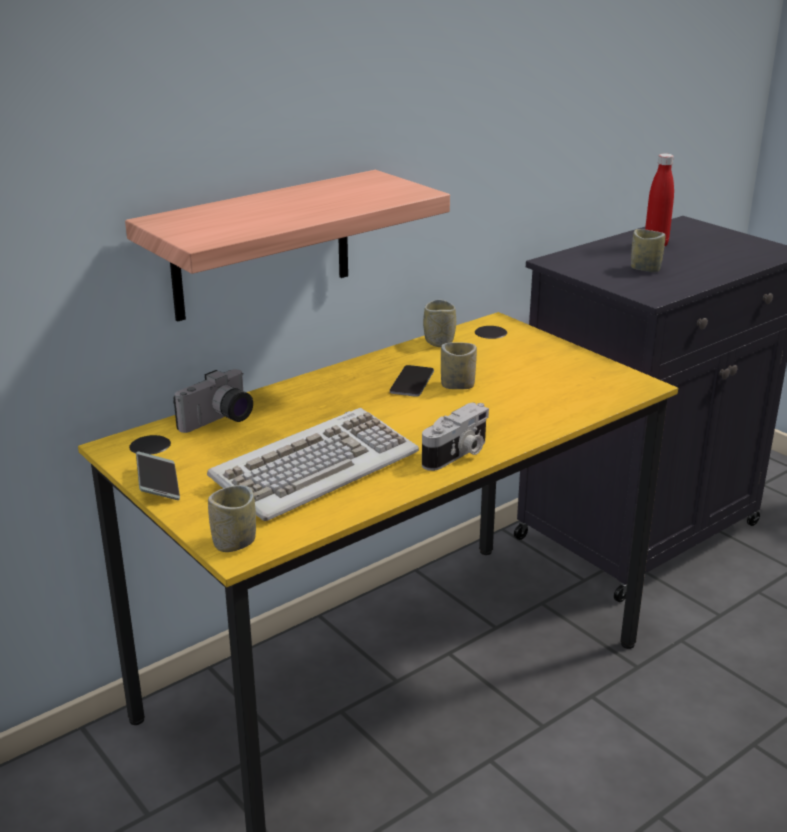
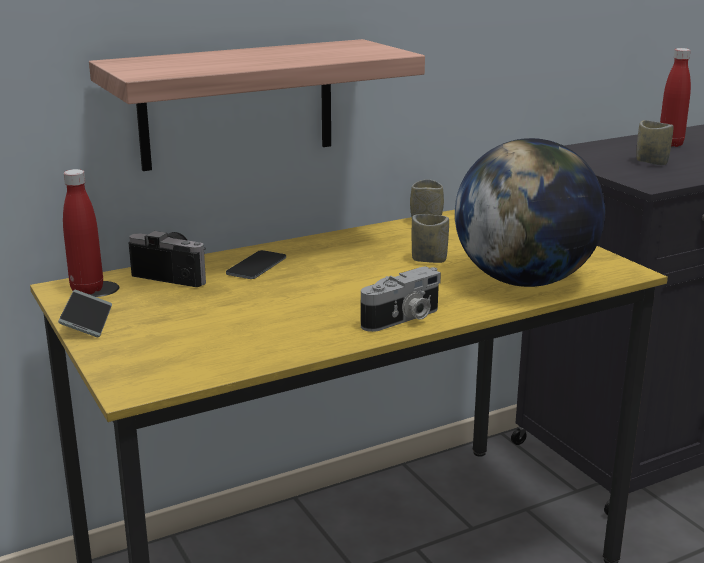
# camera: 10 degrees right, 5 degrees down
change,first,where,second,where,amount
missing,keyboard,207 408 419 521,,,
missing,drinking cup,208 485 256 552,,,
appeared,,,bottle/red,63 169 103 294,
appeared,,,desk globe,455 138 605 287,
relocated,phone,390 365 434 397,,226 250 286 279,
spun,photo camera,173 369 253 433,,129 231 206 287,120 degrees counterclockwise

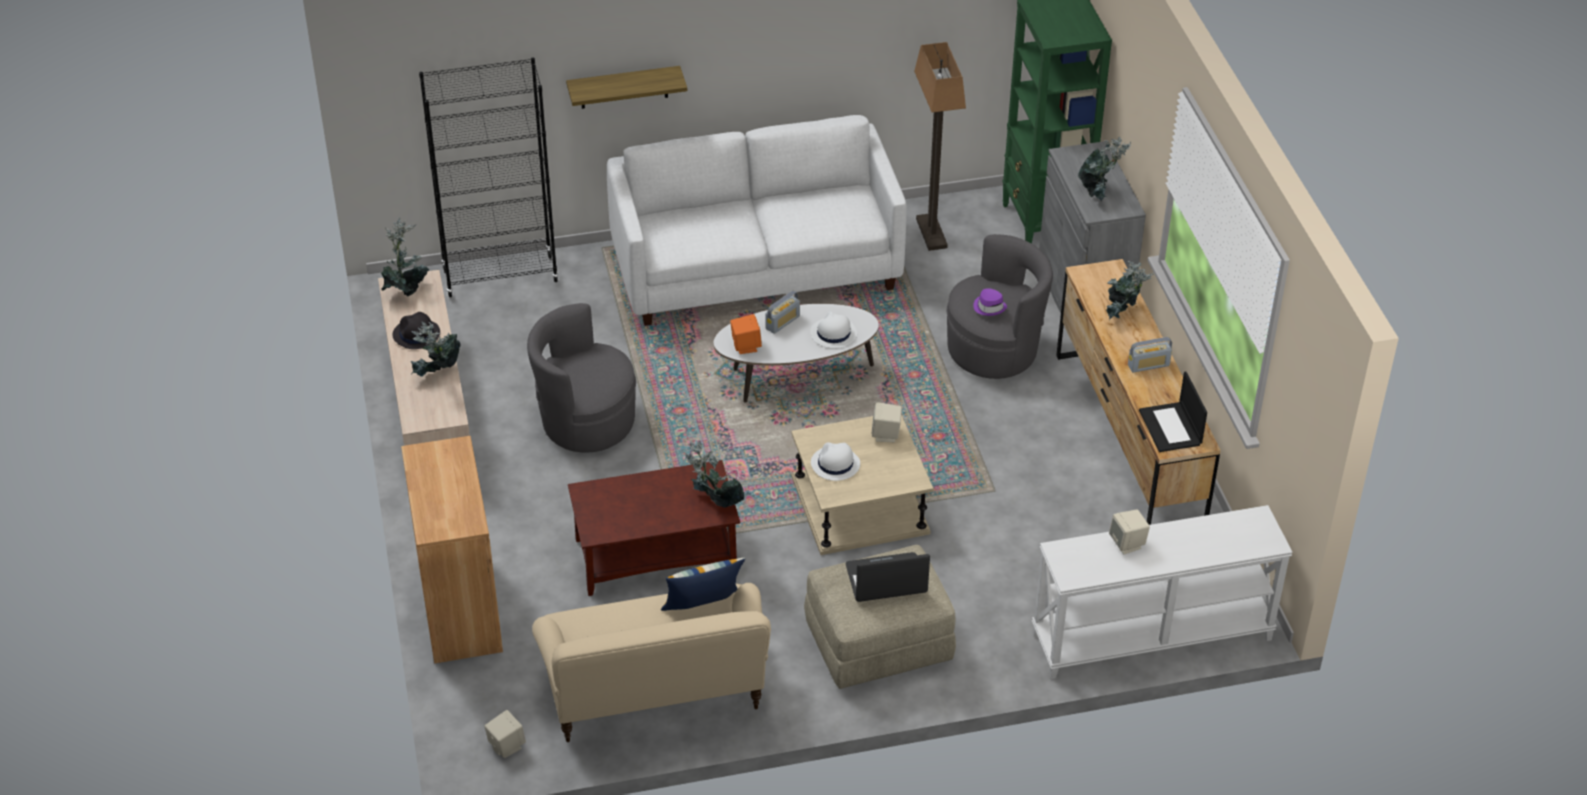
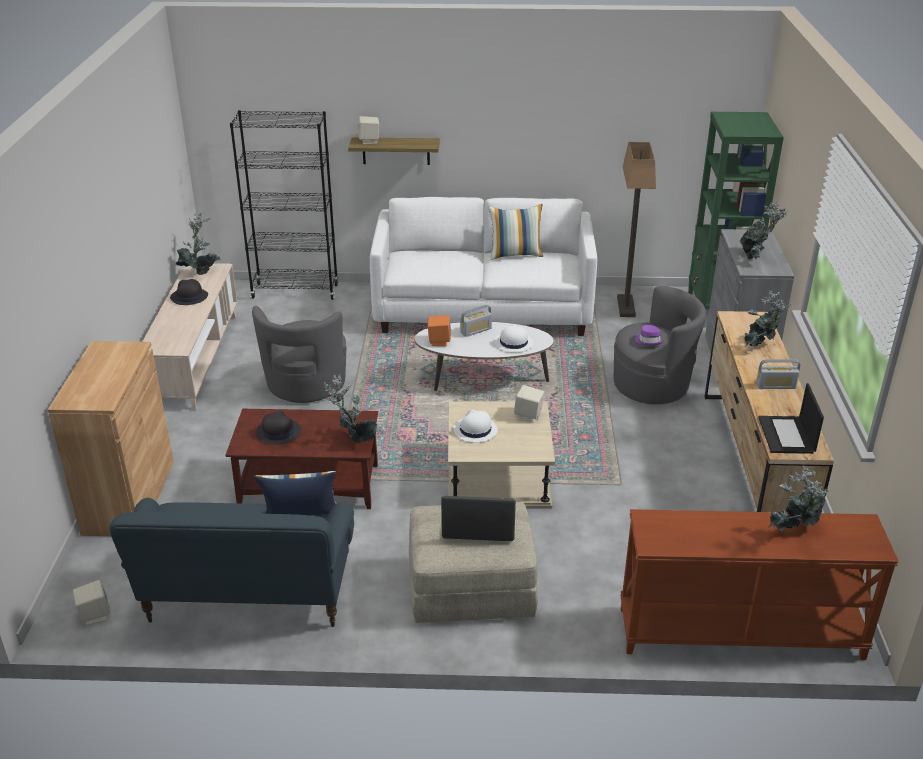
# camera: 15 degrees right, 10 degrees down
change,first,where,second,where,amount
appeared,,,wearable hat/black,256 410 301 445,
appeared,,,throw pillow,489 204 543 260,
relocated,potted plant,410 321 461 377,,769 465 829 531,
relocated,loudspeaker/beige-coloured,1109 509 1150 554,,358 116 379 144,
colour,couch/beige-coloured,532 583 771 742,couch/blue-coloured,109 498 354 627,
colour,console table/white,1032 505 1293 679,console table/brownish,620 509 899 660,
spun,lounge chair/gray,527 303 636 453,,252 306 347 403,105 degrees counterclockwise

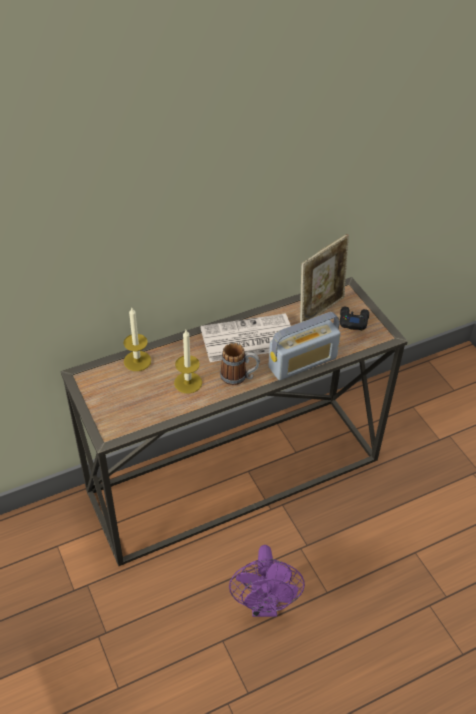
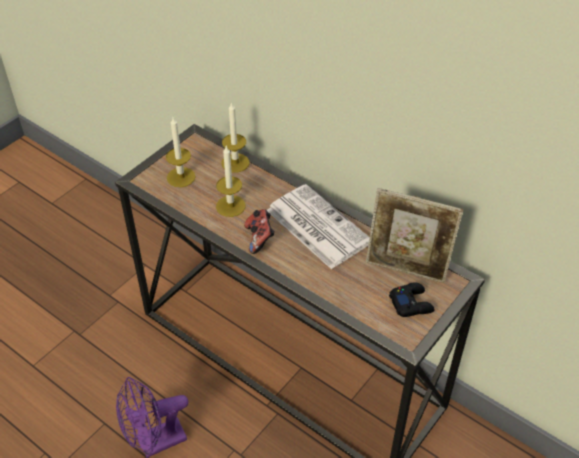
# camera: 65 degrees right, 0 degrees up
change,first,where,second,where,amount
missing,radio receiver,268 312 341 380,,,
appeared,,,wax candle,166 117 196 187,
exchanged,tea mug,220 343 260 385,gamepad,244 209 275 254,

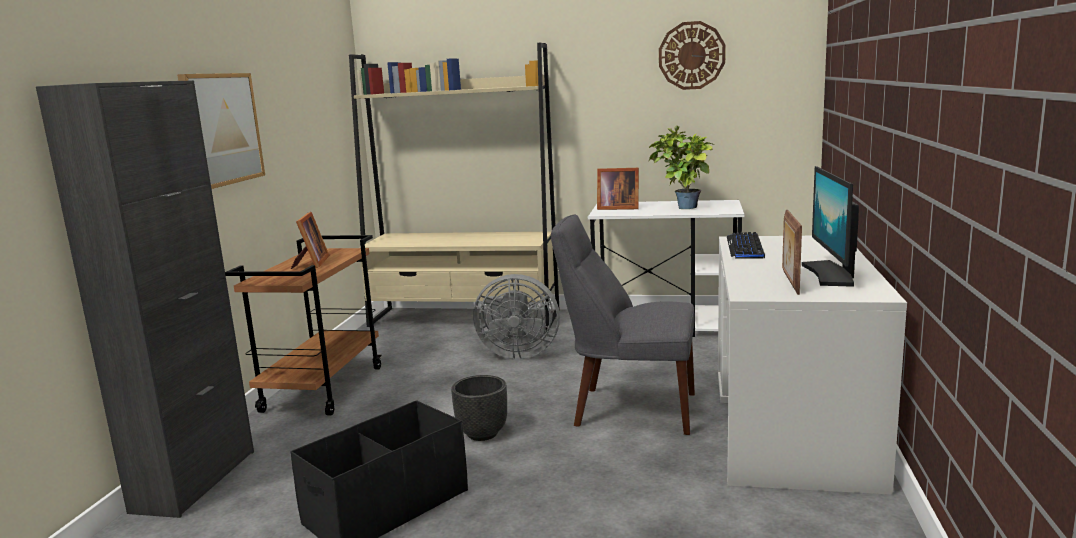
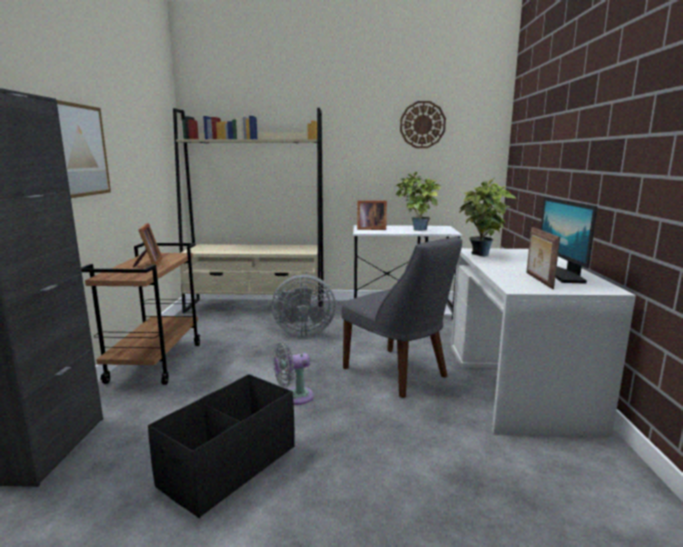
# camera: 10 degrees left, 0 degrees up
change,first,where,second,where,amount
exchanged,flower pot/black,451 375 507 441,cooling fan/gray,273 342 314 405,
exchanged,keyboard,727 232 765 258,potted plant,459 178 516 256,
spun,upright chair/gray,551 214 695 435,,342 237 462 398,135 degrees counterclockwise

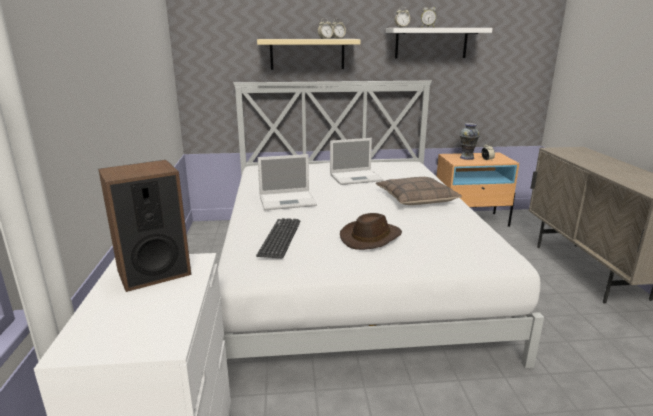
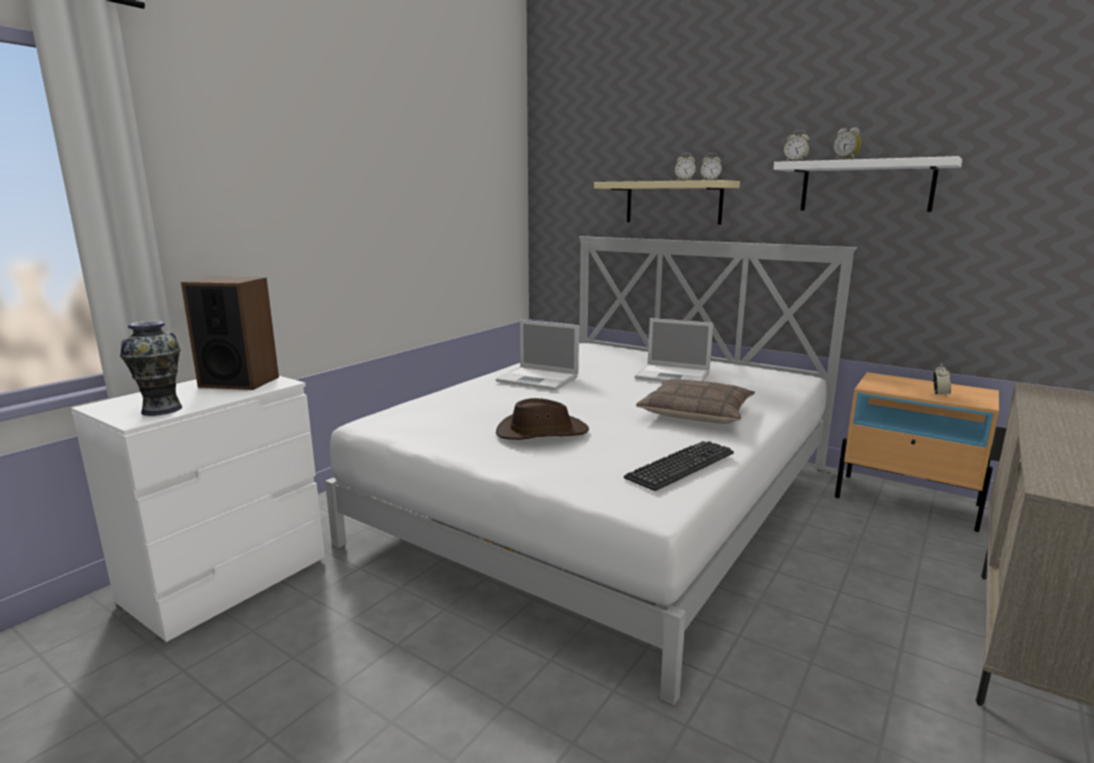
# camera: 40 degrees right, 5 degrees down
change,first,where,second,where,amount
relocated,keyboard,256 218 301 258,,624 441 734 491,
relocated,flower vase,460 123 480 160,,120 321 182 416,

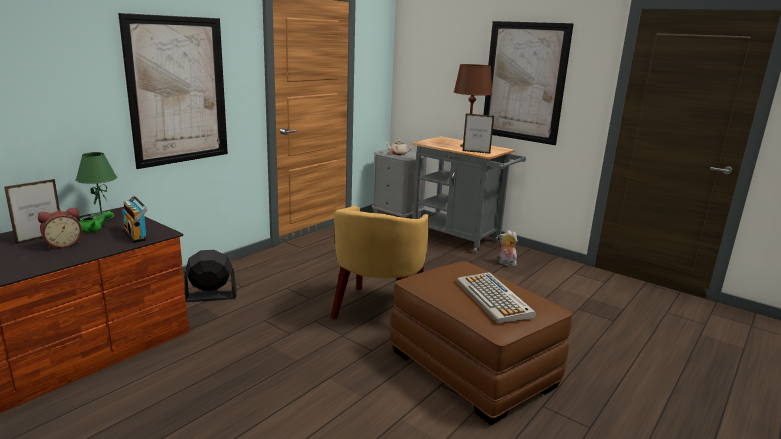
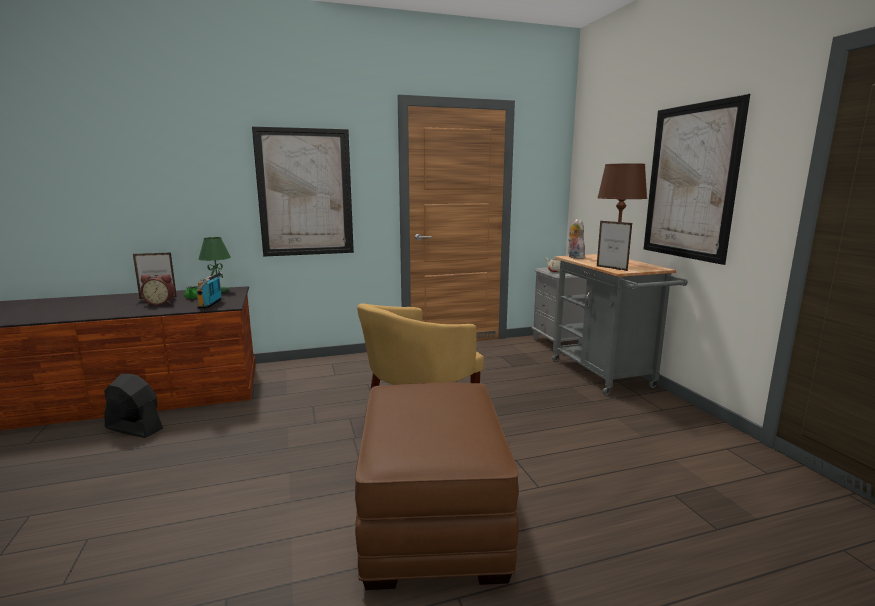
# camera: 35 degrees right, 5 degrees down
change,first,where,second,where,amount
missing,keyboard,457 272 536 323,,,
relocated,cooling fan/black,184 250 237 302,,104 373 163 438,
relocated,soft toy,499 230 519 267,,568 219 585 259,

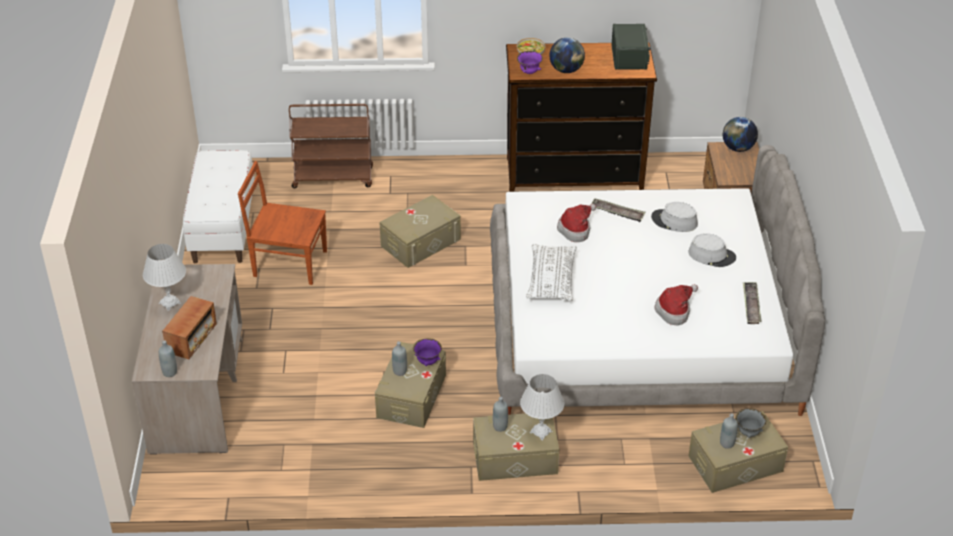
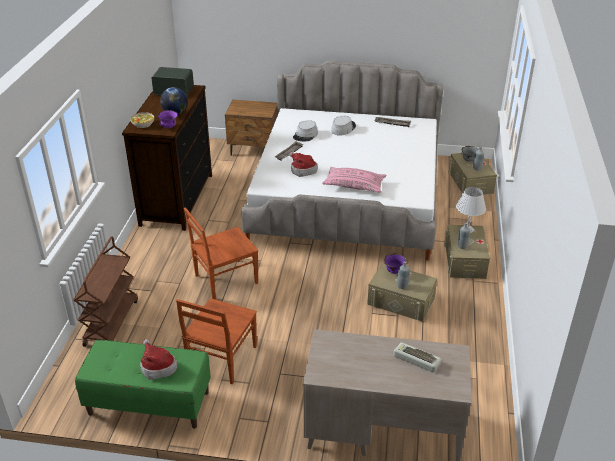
# camera: 80 degrees left, 5 degrees down
change,first,where,second,where,amount
missing,table lamp/white,143 244 186 311,,,
missing,bottle/gray,159 340 177 377,,,
missing,desk globe,723 117 758 152,,,
relocated,wearable hat,654 284 698 325,,140 339 177 380,
exchanged,radio receiver,162 296 217 359,keyboard,394 342 441 372,
exchanged,storage bin/beige-coloured,379 195 461 268,upright chair/brownish,184 207 258 299,
colour,long seat/white,183 150 254 263,long seat/green-coloured,75 340 211 429,
colour,throw pillow/white,526 244 577 301,throw pillow/pinkish,322 167 386 193,

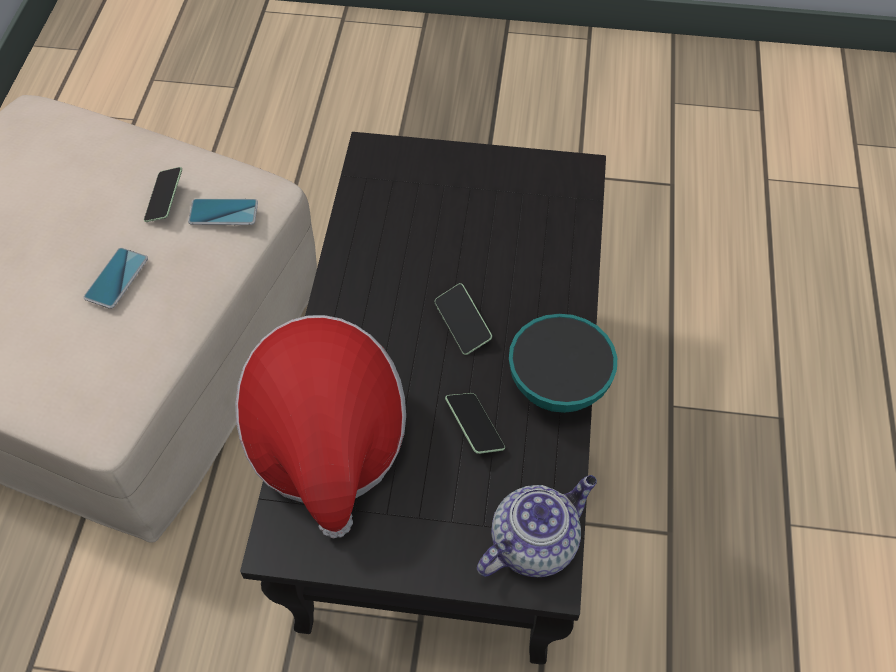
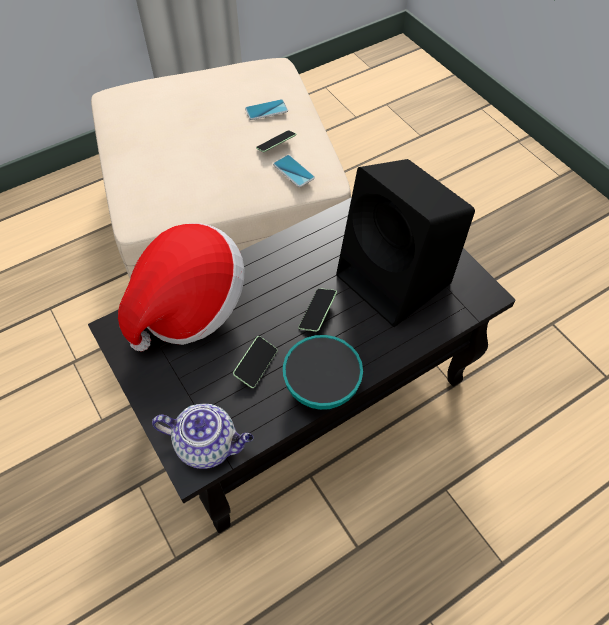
# camera: 50 degrees right, 0 degrees up
change,first,where,second,where,amount
appeared,,,loudspeaker/black,336 159 475 327,
relocated,phone,83 248 148 309,,245 99 288 120,

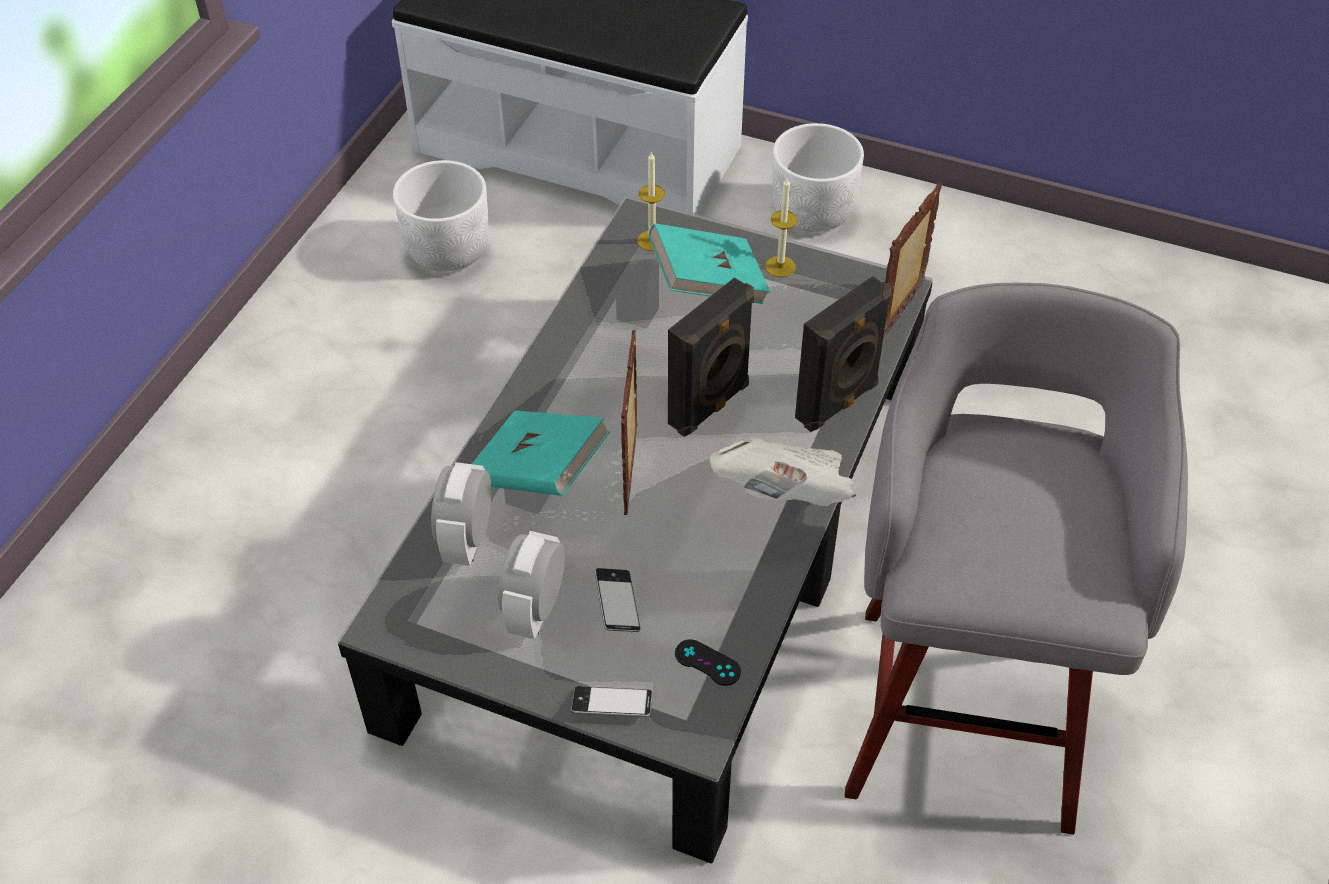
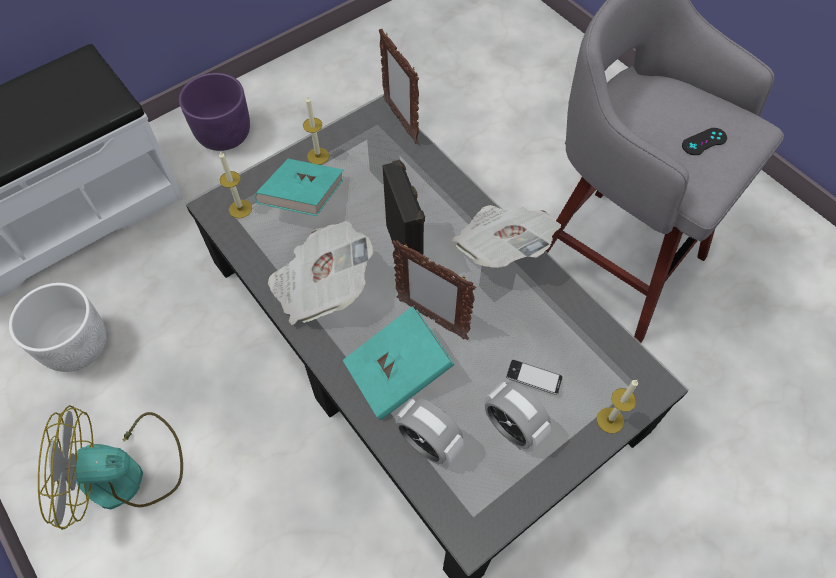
# camera: 60 degrees left, 10 degrees up
change,first,where,second,where,amount
missing,loudspeaker/black,795 276 892 432,,,
appeared,,,cooling fan,38 405 183 530,
appeared,,,daily paper,268 221 374 325,
relocated,gamepad/black,675 639 741 686,,682 128 727 155,
exchanged,phone,571 686 652 717,wax candle,597 380 638 433,
colour,flower pot/white,772 123 864 232,flower pot/purple-coloured,179 73 250 151,

